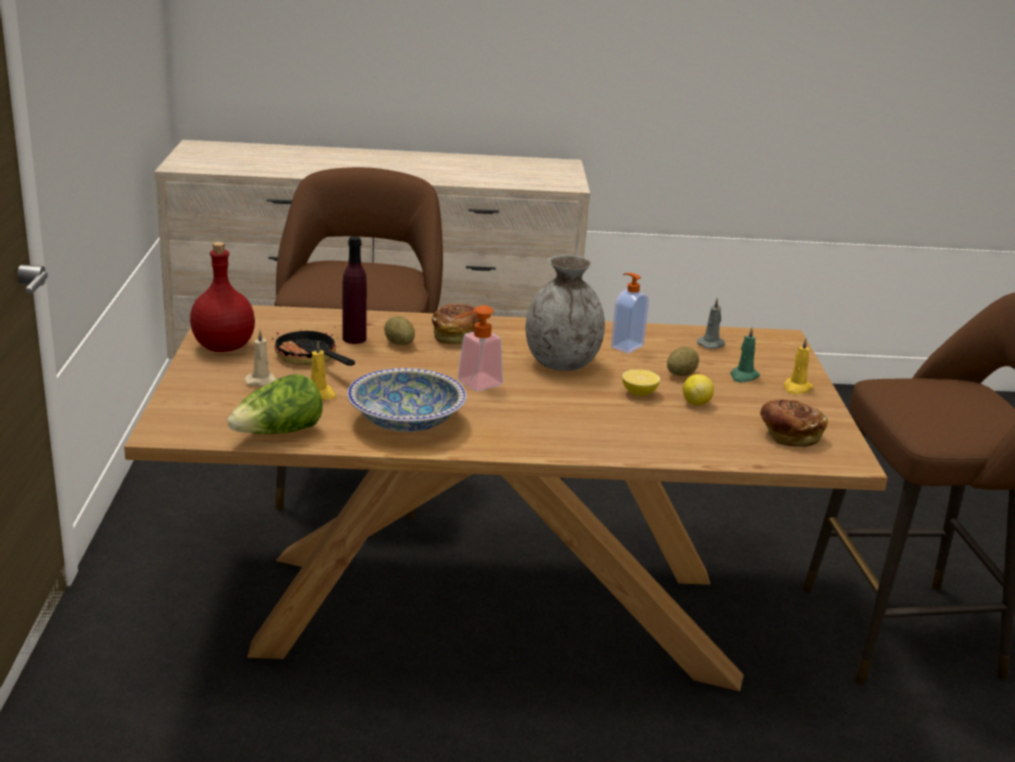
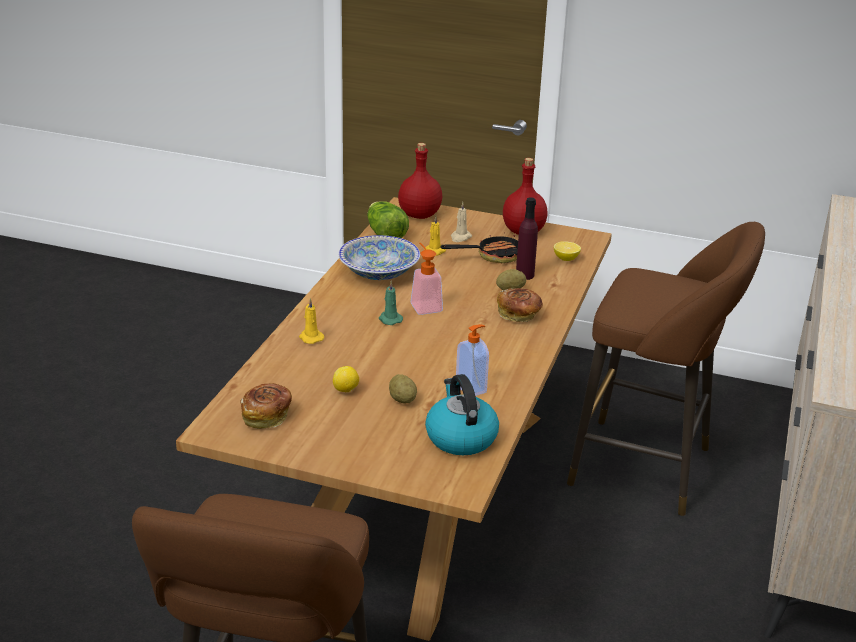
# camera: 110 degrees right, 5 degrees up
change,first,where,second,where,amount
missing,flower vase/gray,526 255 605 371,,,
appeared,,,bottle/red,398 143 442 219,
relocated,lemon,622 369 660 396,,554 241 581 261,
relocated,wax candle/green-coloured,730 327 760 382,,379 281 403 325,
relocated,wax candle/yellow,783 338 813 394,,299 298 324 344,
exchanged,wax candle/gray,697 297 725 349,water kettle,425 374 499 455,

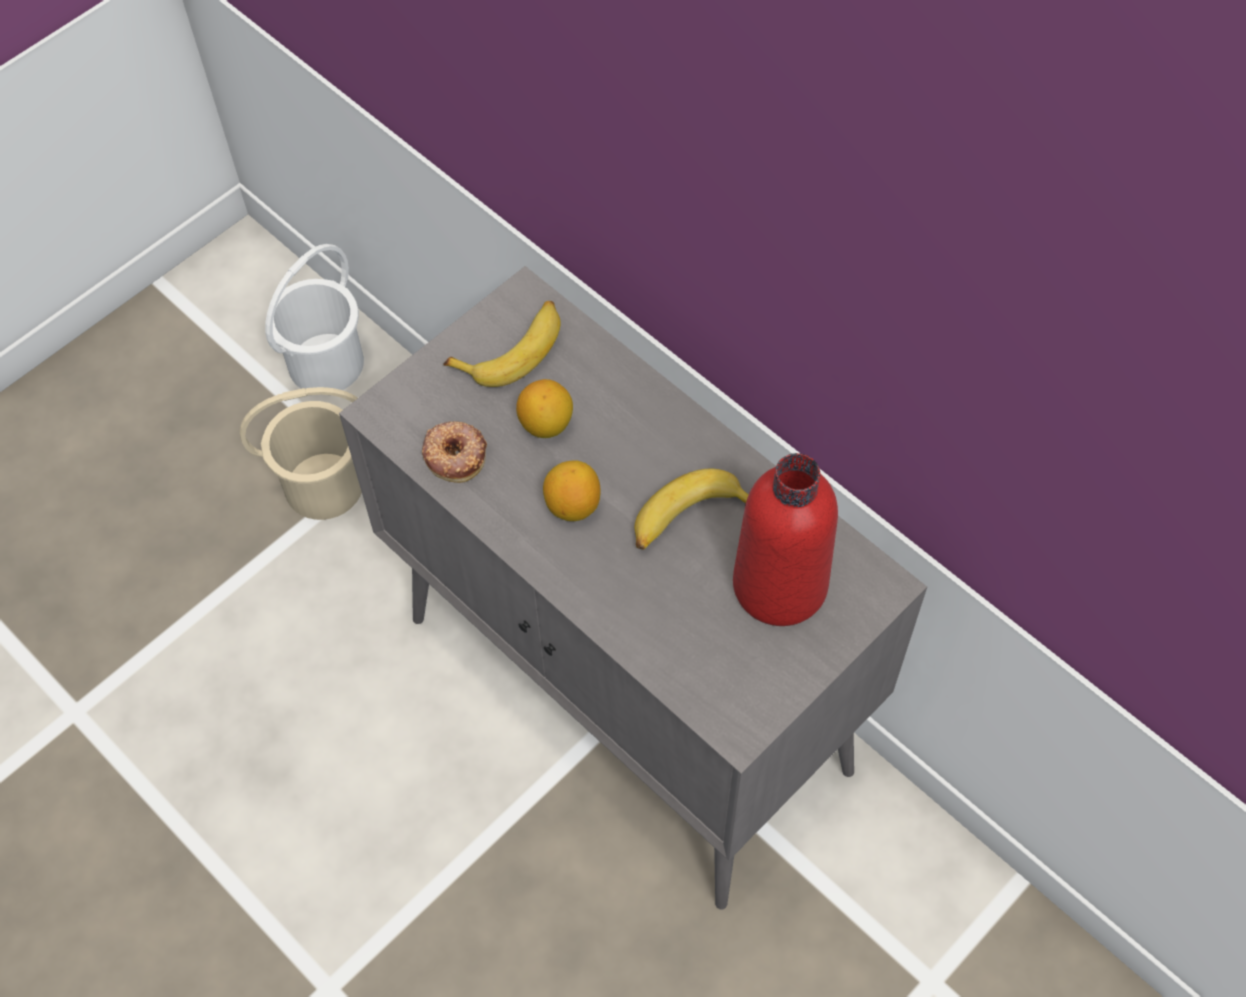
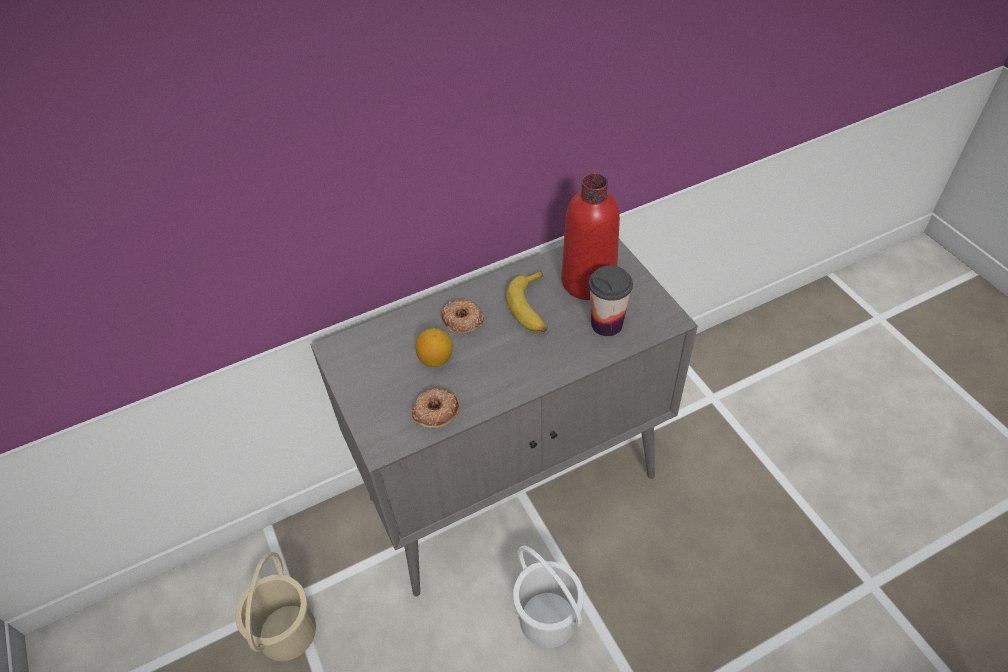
# camera: 70 degrees left, 10 degrees down
change,first,where,second,where,amount
missing,banana fruit,444 301 561 387,,,
missing,lemon,543 460 601 521,,,
appeared,,,ring doughnut,441 299 484 334,
appeared,,,drinking cup,589 265 633 336,
relocated,bucket/white,265 244 364 390,,513 546 584 648,

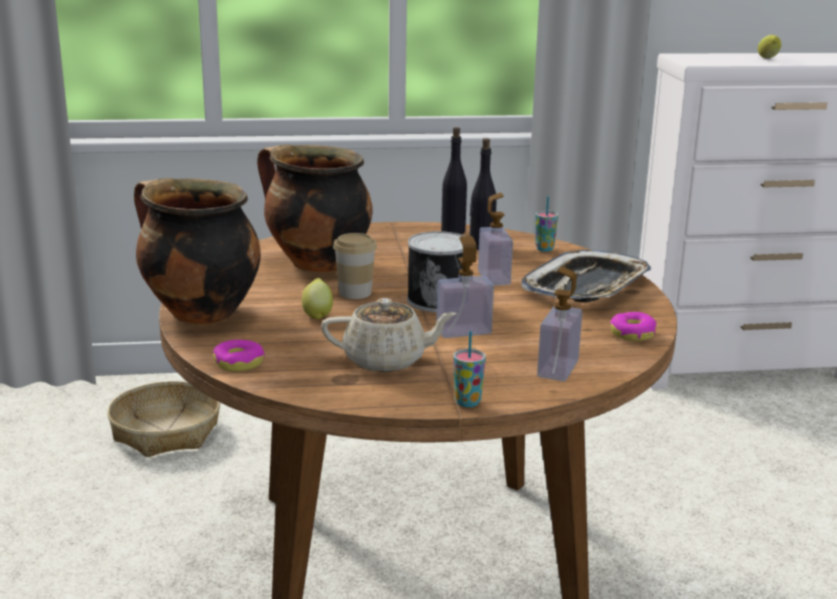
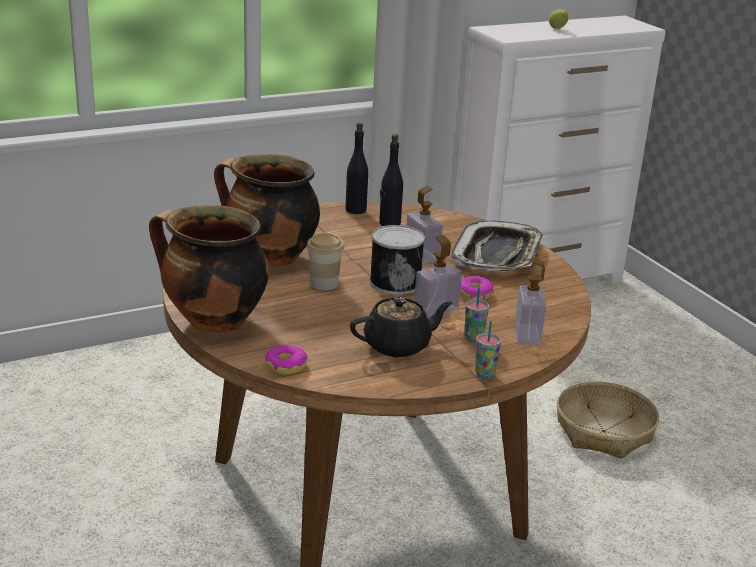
# camera: 20 degrees left, 5 degrees up
change,first,where,second,where,amount
missing,lemon,302 278 333 320,,,
relocated,basket,107 381 220 457,,557 381 659 459,
relocated,drinking cup,536 196 558 252,,465 287 489 342,
relocated,ring doughnut,610 312 657 341,,460 276 494 300,
colour,tea pot/beige-coloured,321 298 457 372,tea pot/black,350 297 453 357,

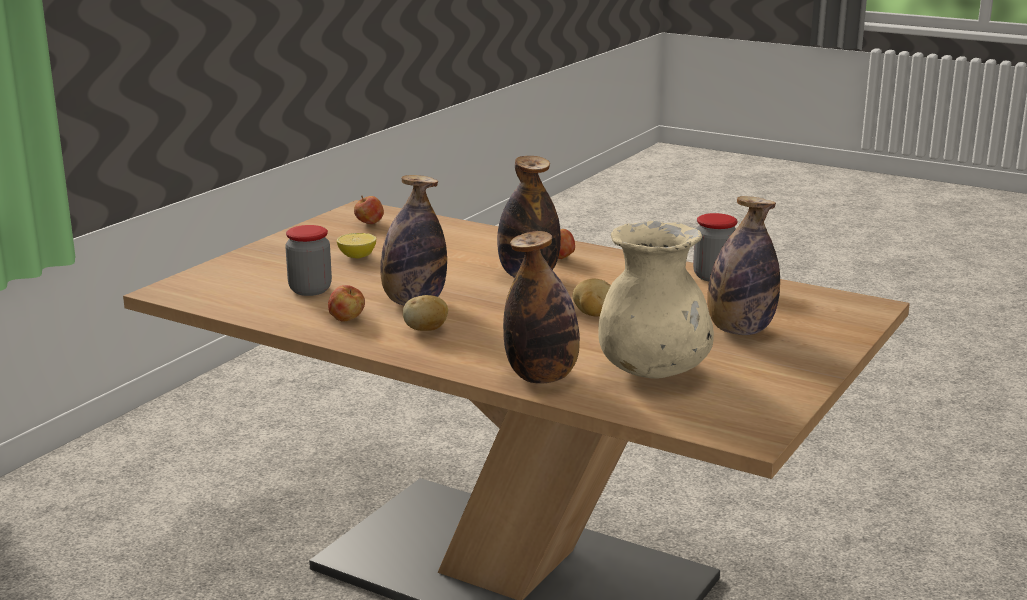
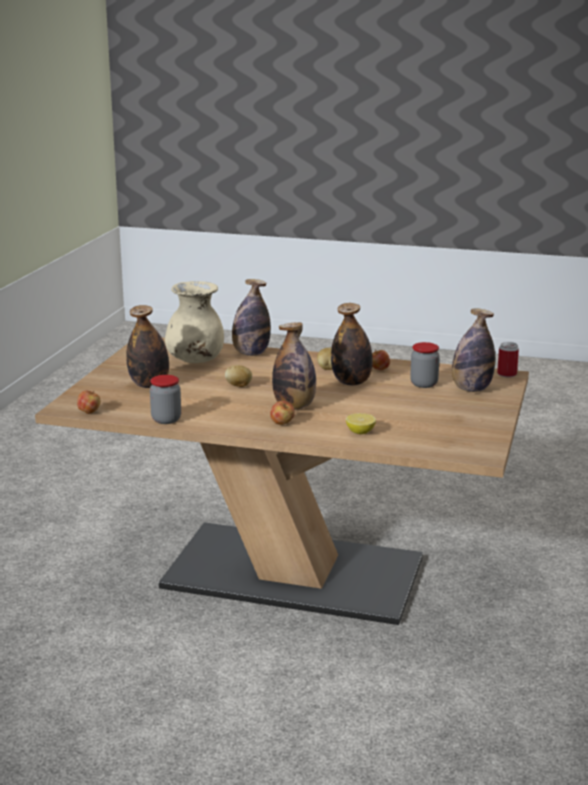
# camera: 165 degrees right, 0 degrees up
change,first,where,second,where,amount
appeared,,,bottle,452 308 495 392,
appeared,,,metal can,497 342 519 377,
relocated,lemon,337 233 376 259,,346 413 376 434,
relocated,whole apple,354 196 384 224,,77 390 101 414,

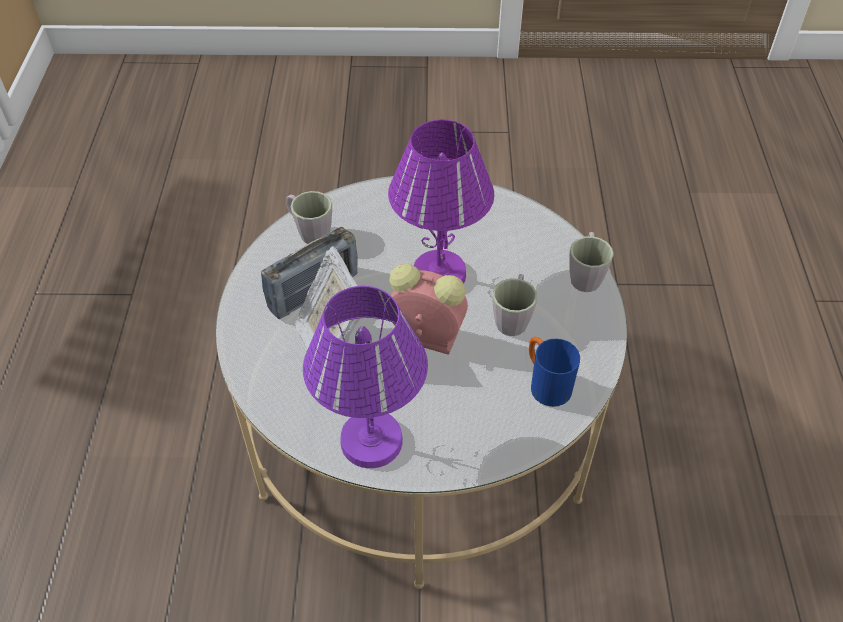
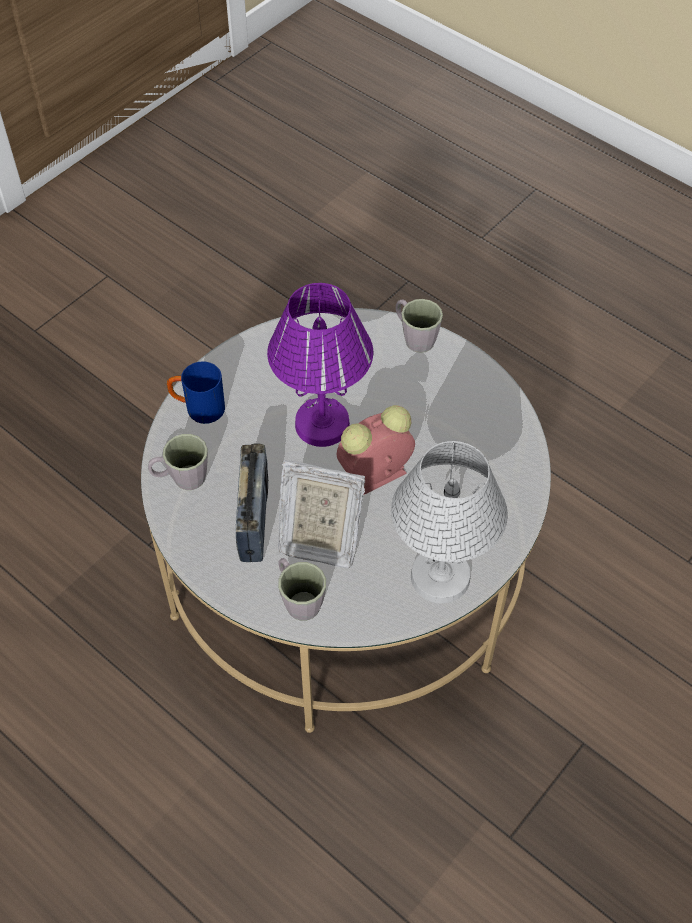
# camera: 50 degrees left, 5 degrees up
change,first,where,second,where,amount
relocated,tea mug/gray,493 274 537 336,,278 558 326 621,
relocated,tea mug/blue-coloured,529 337 580 407,,167 362 225 424,
colour,table lamp/purple-coloured,303 286 428 468,table lamp/white,391 441 508 603,

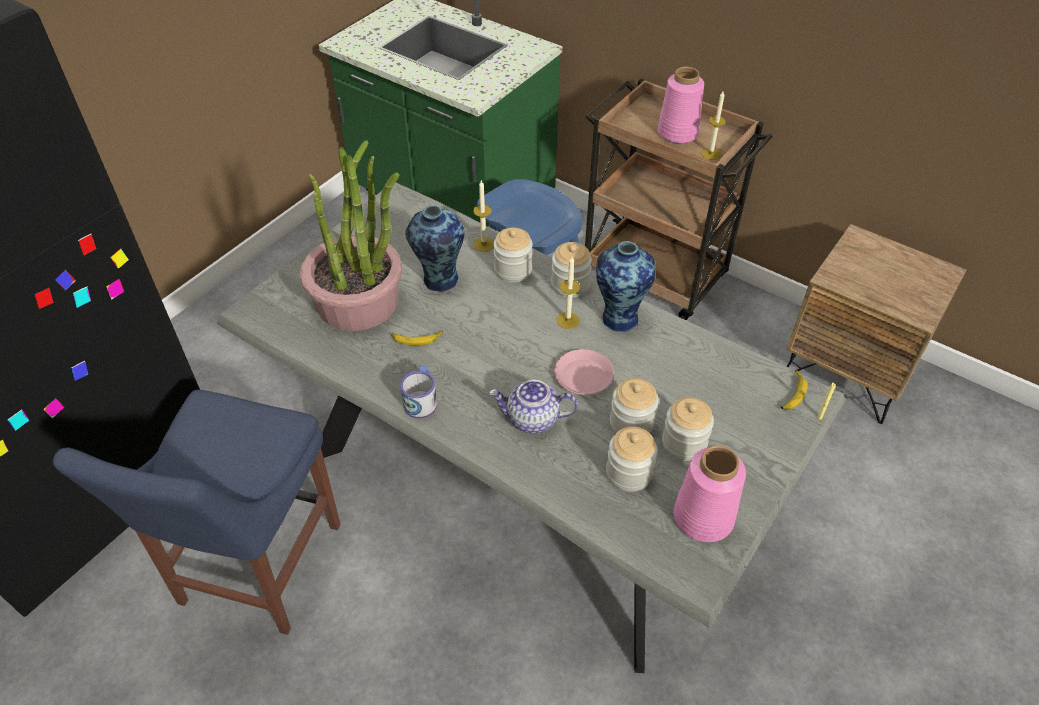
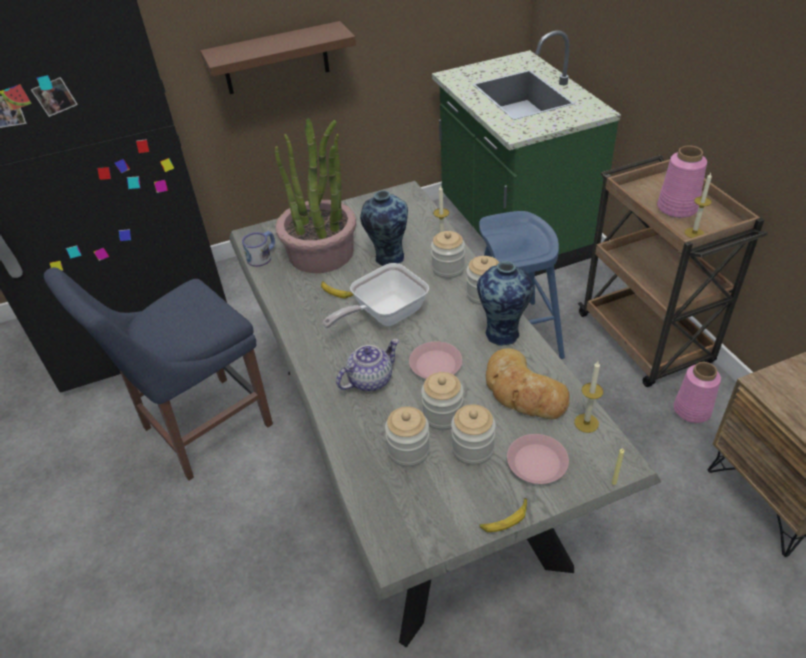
# camera: 35 degrees right, 5 degrees down
change,first,where,second,where,amount
appeared,,,wall shelf/brownish,200 21 356 94,
appeared,,,skillet,322 263 429 329,
appeared,,,bakery bread,486 348 570 420,
appeared,,,dinner plate/pinkish,507 434 569 484,
relocated,tea mug,400 365 437 418,,242 231 275 267,
relocated,wax candle,557 257 580 329,,574 361 603 433,
relocated,flower vase/pinkish,674 445 746 542,,674 362 721 423,
relocated,banana fruit,781 370 808 410,,480 498 527 532,
spun,tea pot,489 380 578 433,,336 339 399 392,105 degrees clockwise

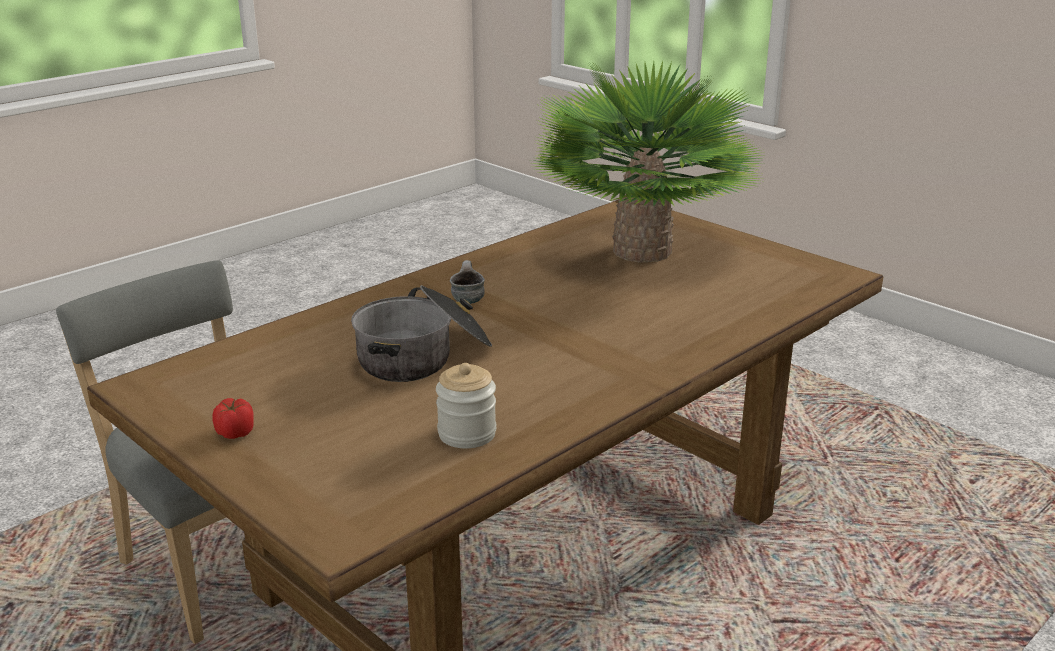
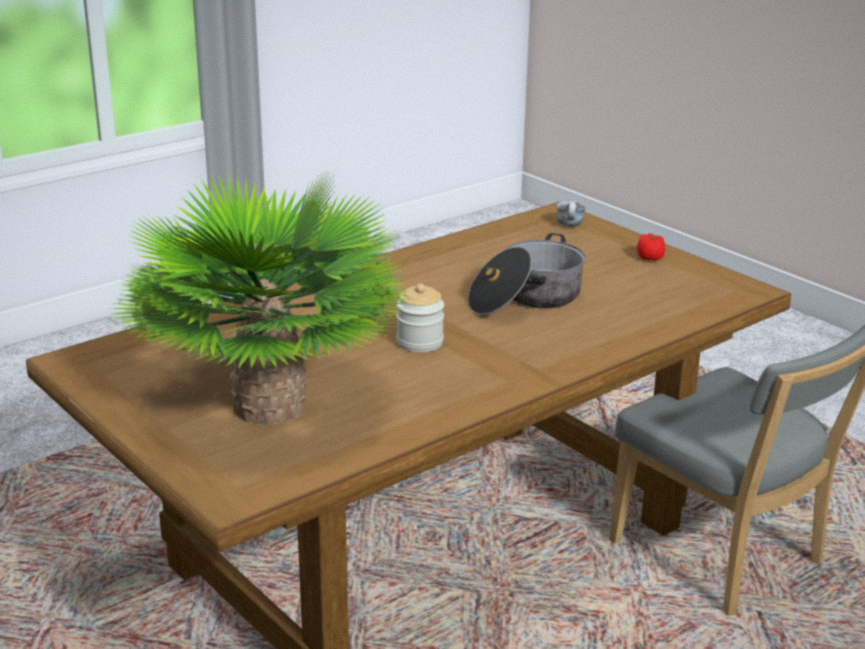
# camera: 175 degrees left, 0 degrees up
change,first,where,second,where,amount
relocated,preserve jar,436 363 496 449,,396 284 444 352,
relocated,tea mug,450 260 485 304,,557 201 586 227,

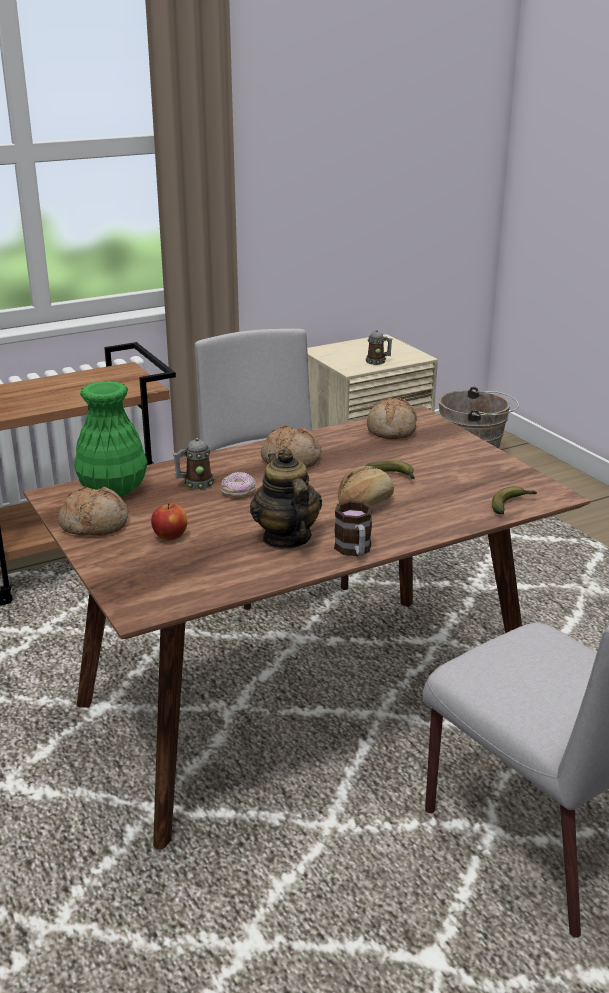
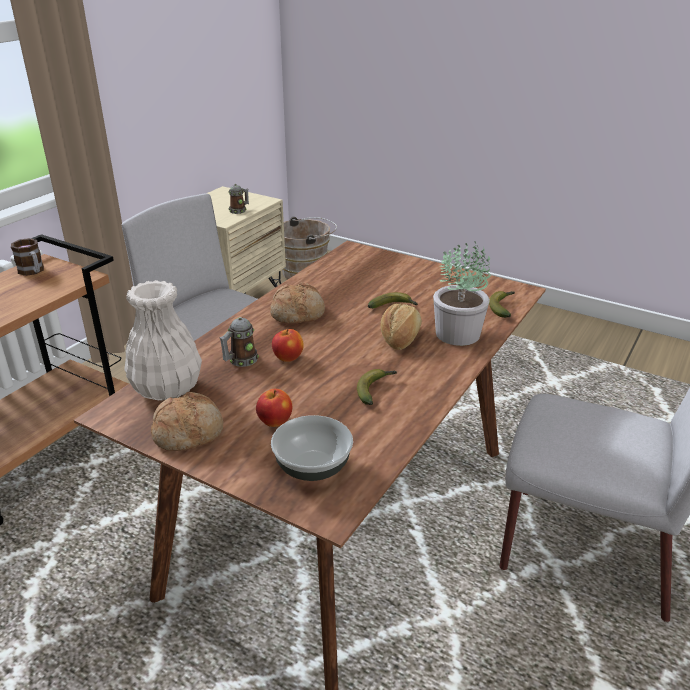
# camera: 30 degrees left, 5 degrees up
change,first,where,second,where,amount
missing,bakery bread,367 397 417 439,,,
appeared,,,deep dish,271 415 353 481,
appeared,,,potted plant,433 241 491 346,
relocated,tea mug,334 500 373 556,,11 238 44 276,
exchanged,ring doughnut,221 472 256 497,whole apple,272 329 304 362,
exchanged,tea pot,250 448 322 549,banana fruit,357 369 397 405,
colour,flower vase/green-coloured,74 381 148 496,flower vase/white,124 280 202 401,

